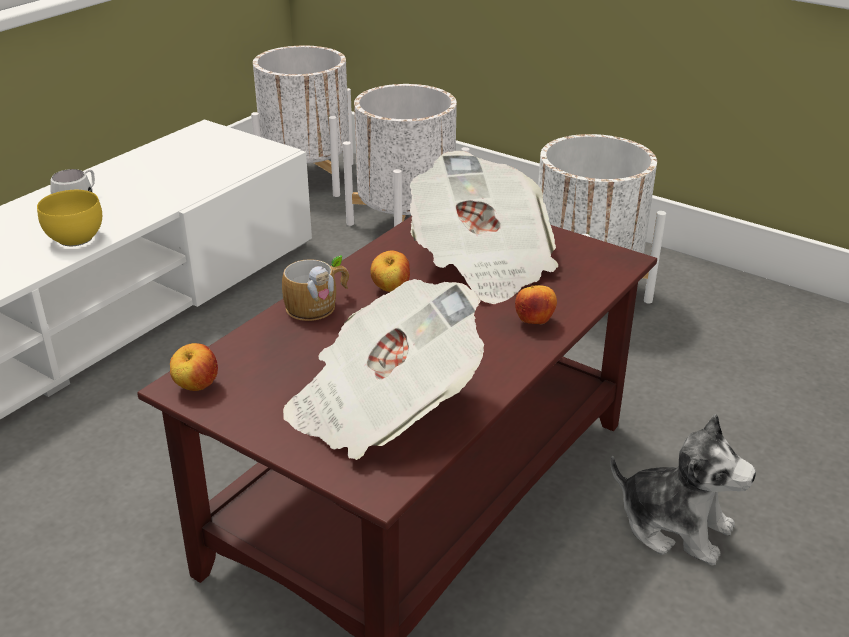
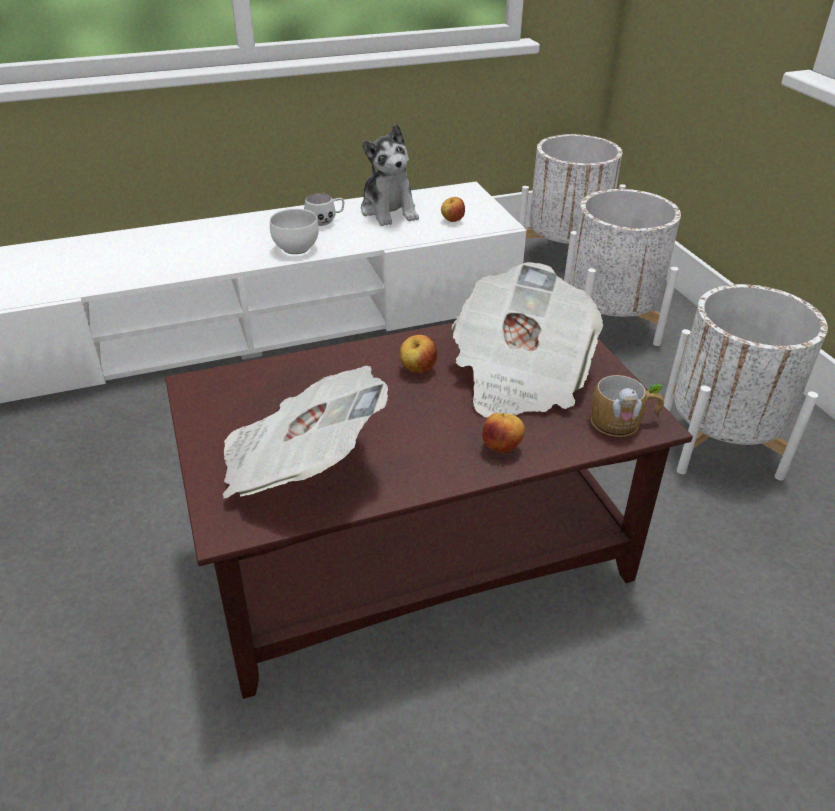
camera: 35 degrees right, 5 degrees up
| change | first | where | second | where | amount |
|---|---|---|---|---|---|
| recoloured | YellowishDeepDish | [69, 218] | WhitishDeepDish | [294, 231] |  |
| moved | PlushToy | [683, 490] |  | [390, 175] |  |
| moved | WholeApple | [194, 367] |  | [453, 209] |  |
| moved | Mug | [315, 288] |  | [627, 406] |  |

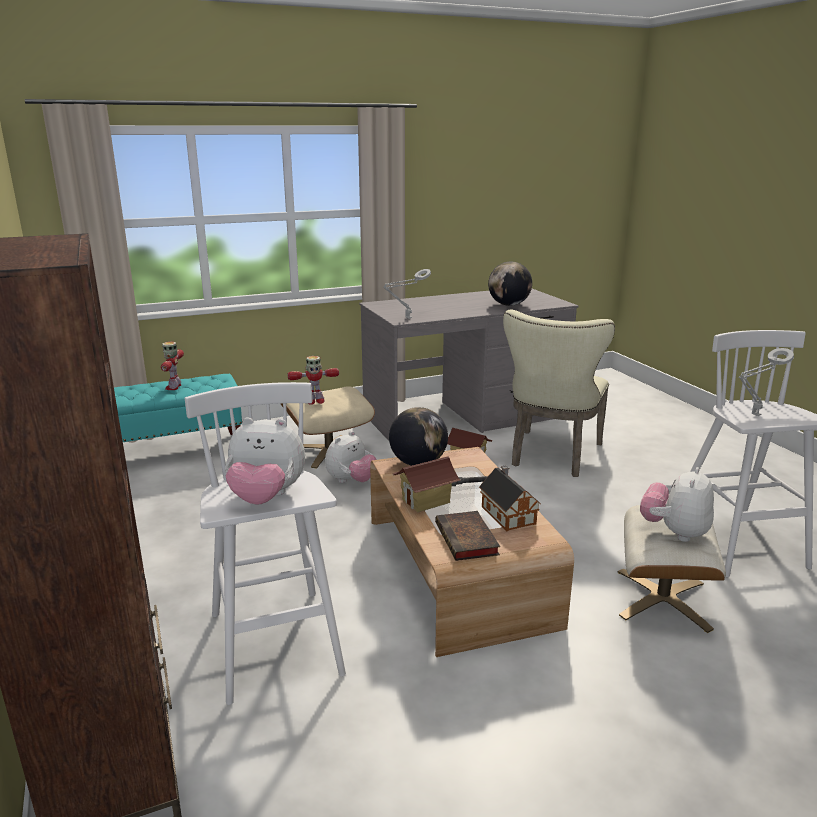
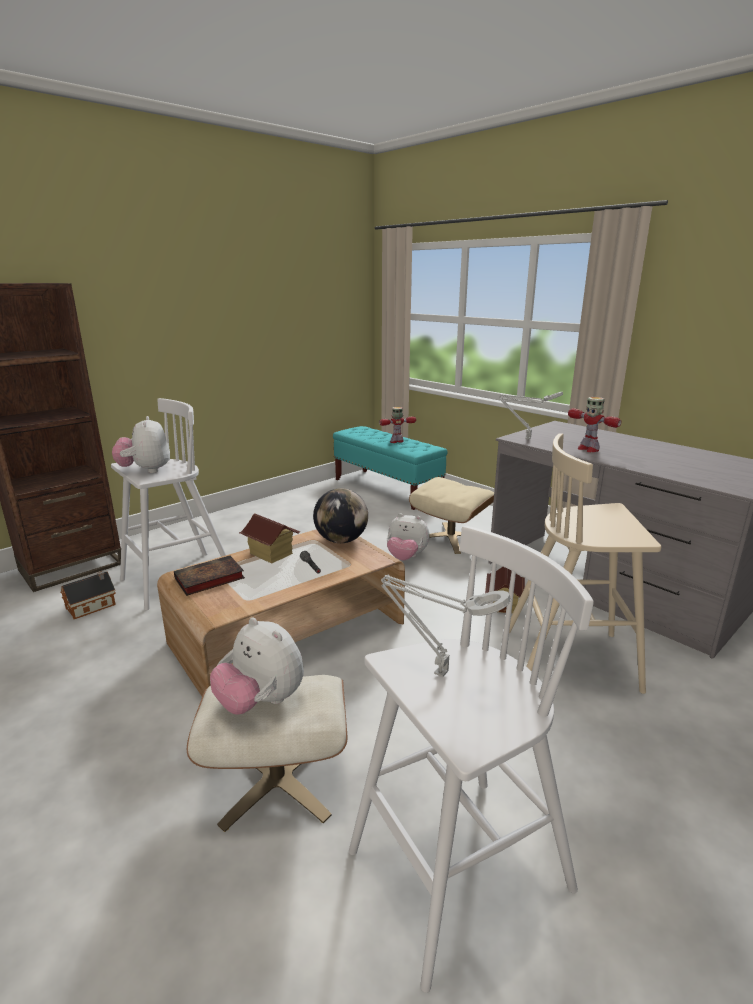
camera: 70 degrees right, 0 degrees up
| change | first | where | second | where | amount |
|---|---|---|---|---|---|
| moved | ToyHouse | [510, 498] |  | [88, 595] |  |
| turned | PlushToy | [677, 504] |  | [257, 666] | 150 degrees counterclockwise |
| replaced | SandColouredPlainChair | [559, 393] | SandColouredSittingStool | [585, 563] |  |
| moved | RobotFigure | [313, 380] |  | [594, 424] |  |
| removed | WorldGlobe | [510, 283] |  |  |  |

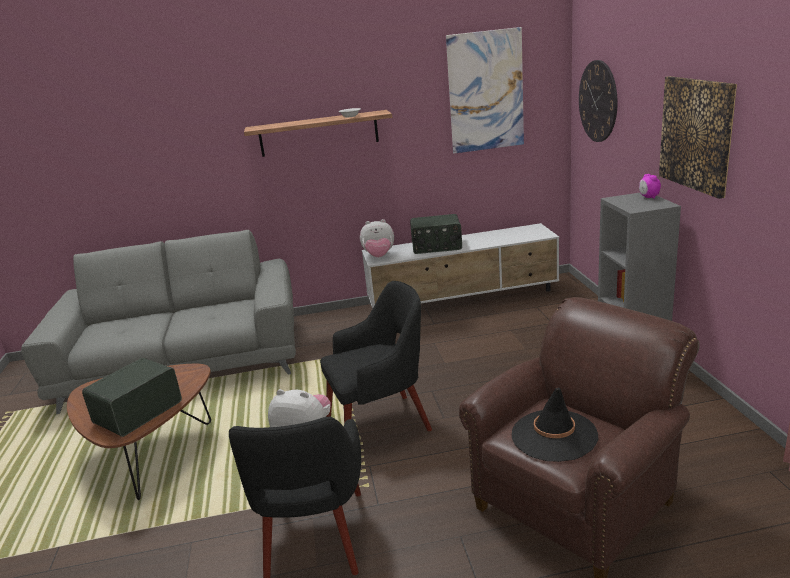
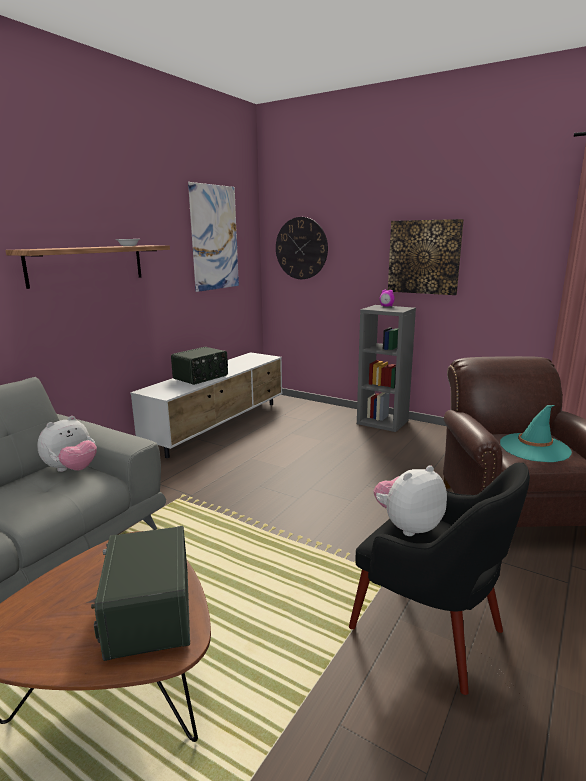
camera: 50 degrees left, 5 degrees down
| change | first | where | second | where | amount |
|---|---|---|---|---|---|
| moved | PlushToy | [377, 238] |  | [67, 444] |  |
| recoloured | BlackishClothingHat | [554, 425] | BlueGreenClothingHat | [536, 433] |  |
| removed | BlackishArmchair | [376, 356] |  |  |  |

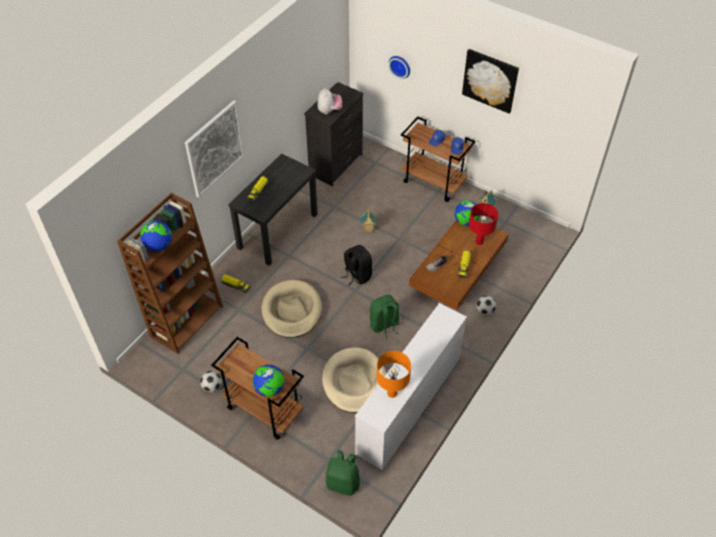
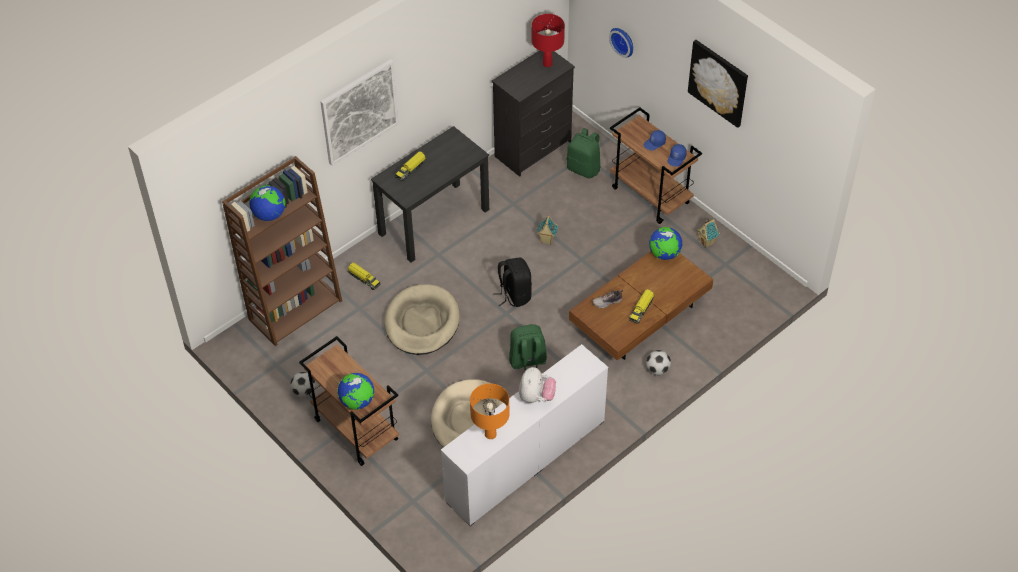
camera: 15 degrees right, 0 degrees up
| change | first | where | second | where | amount |
|---|---|---|---|---|---|
| moved | PlushToy | [329, 101] |  | [537, 385] |  |
| moved | RedTabletopLamp | [483, 224] |  | [548, 40] |  |
| moved | GreenColouredBackpack | [342, 473] |  | [584, 153] |  |

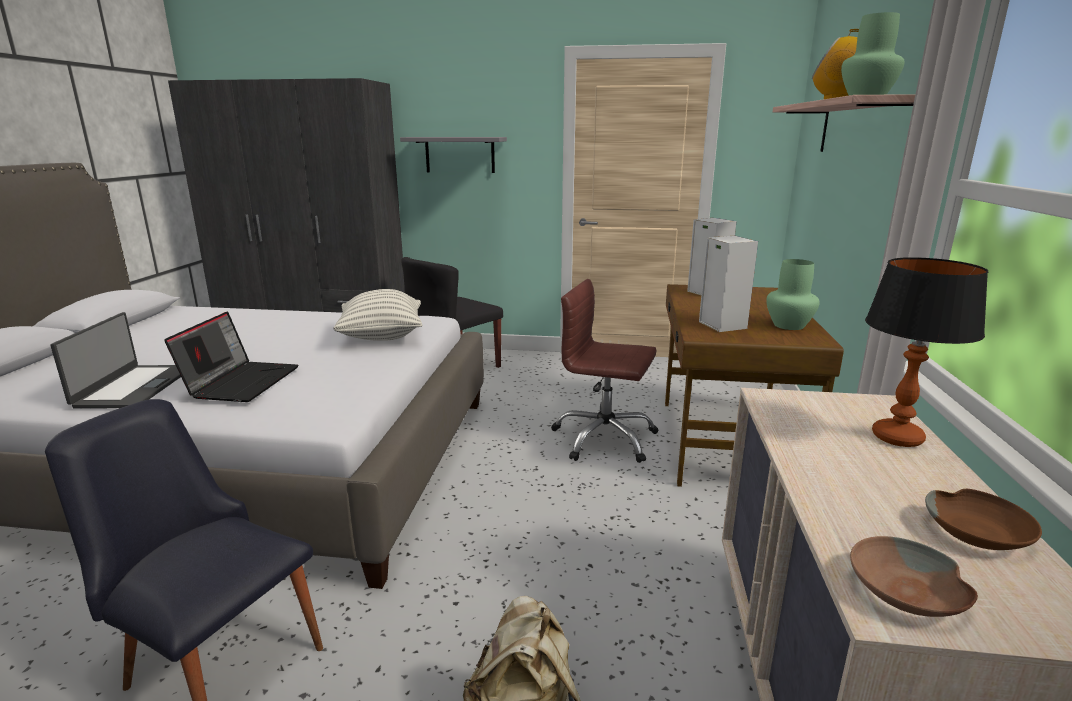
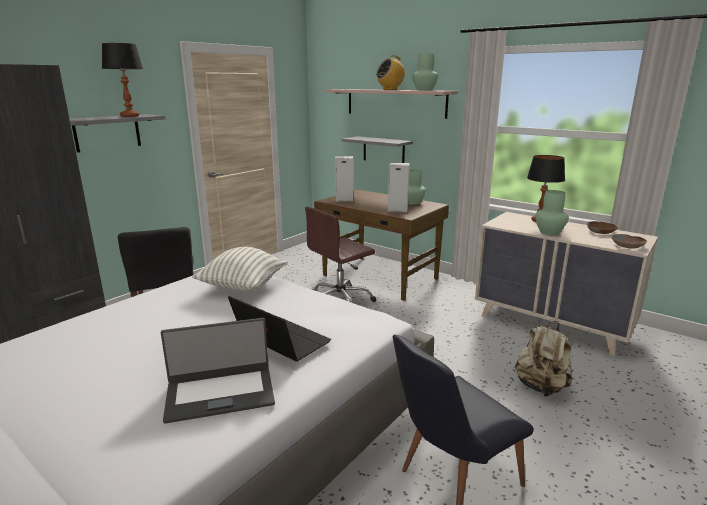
camera: 60 degrees left, 0 degrees up
| change | first | where | second | where | amount |
|---|---|---|---|---|---|
| added |  |  | TabletopLamp | [122, 80] |  |
| turned | Laptop | [115, 360] |  | [218, 370] | 135 degrees clockwise |
| added |  |  | GreyishWallShelf | [377, 149] |  |
| added |  |  | GreenColouredVase | [552, 212] |  |

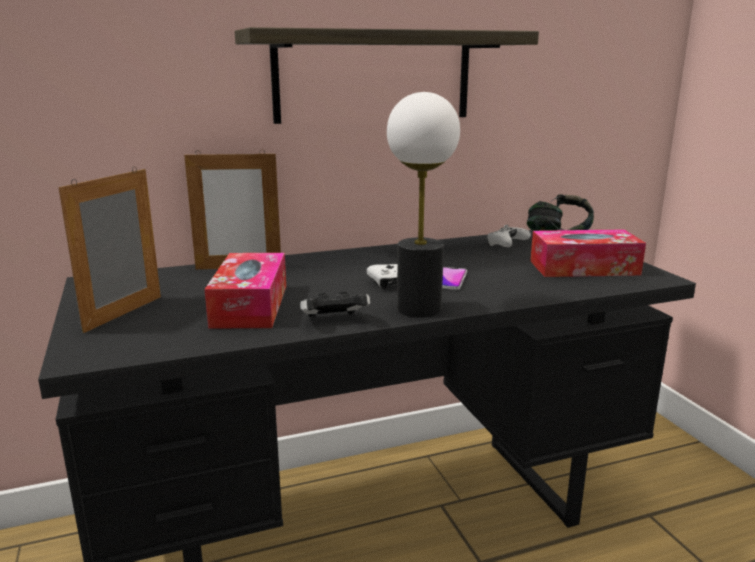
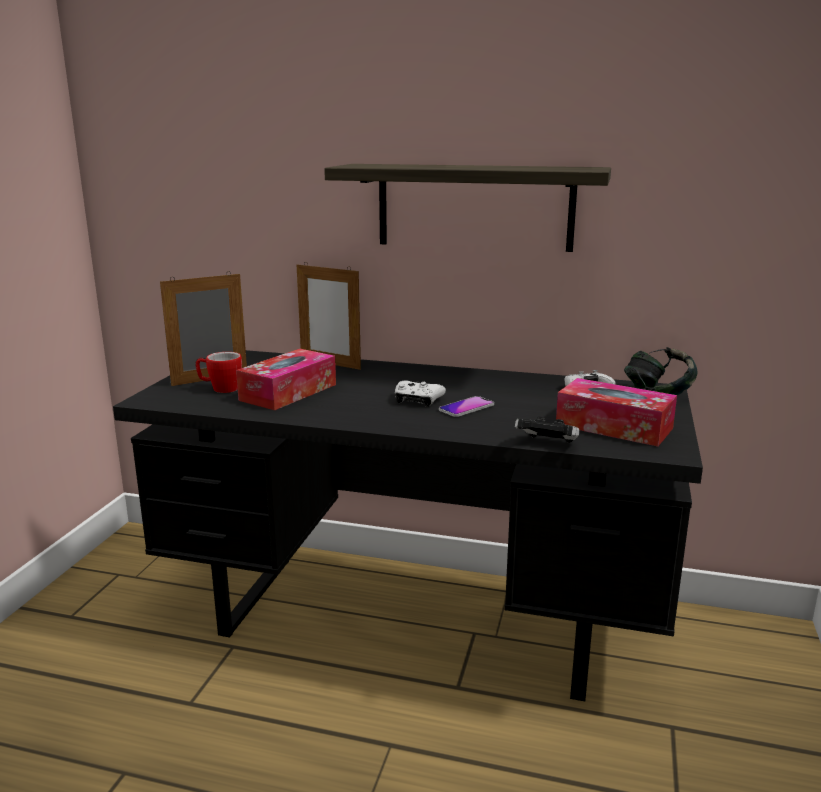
camera: 35 degrees right, 0 degrees up
| change | first | where | second | where | amount |
|---|---|---|---|---|---|
| added |  |  | Mug | [218, 372] |  |
| moved | Joypad | [335, 304] |  | [547, 430] |  |
| removed | TabletopLamp | [423, 205] |  |  |  |

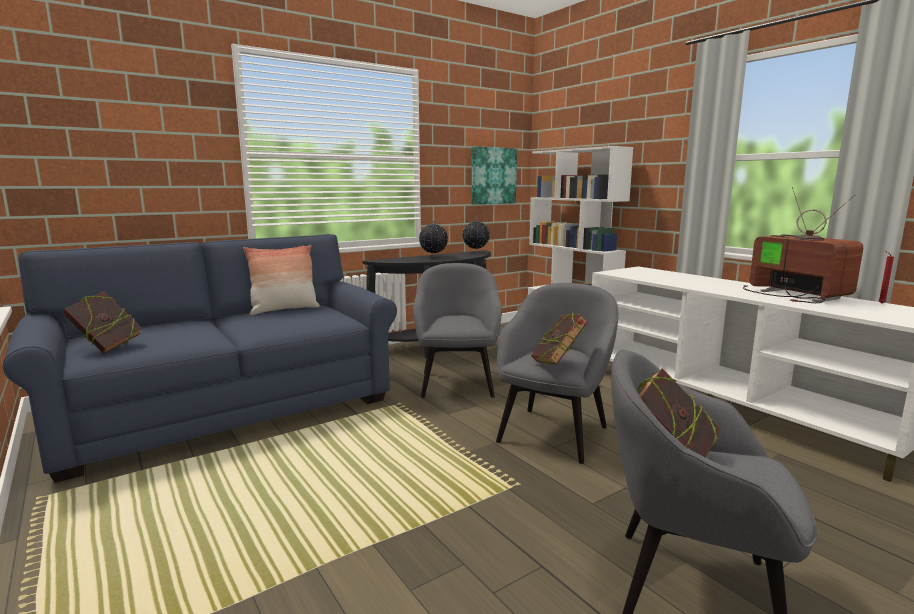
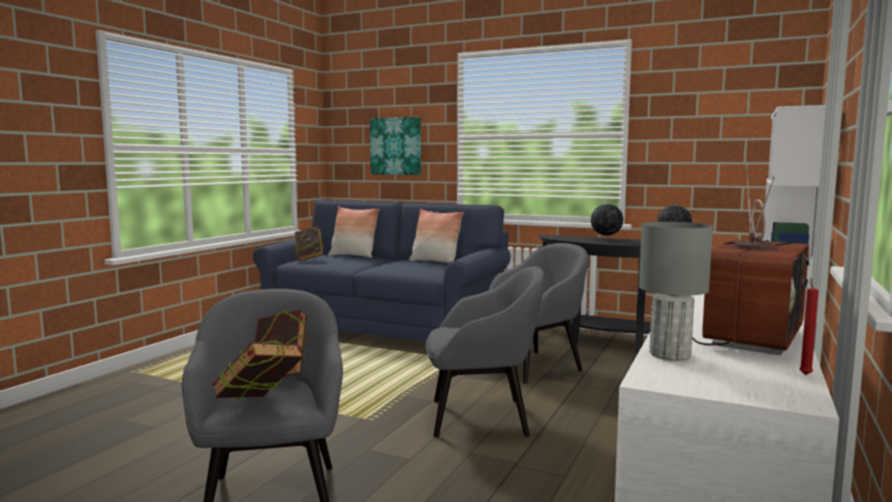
camera: 60 degrees right, 5 degrees down
| change | first | where | second | where | amount |
|---|---|---|---|---|---|
| moved | Volume | [559, 339] |  | [258, 369] |  |
| added |  |  | Cushion | [354, 232] |  |
| moved | WallArt | [494, 175] |  | [395, 146] |  |
| added |  |  | GreyishTabletopLamp | [676, 291] |  |

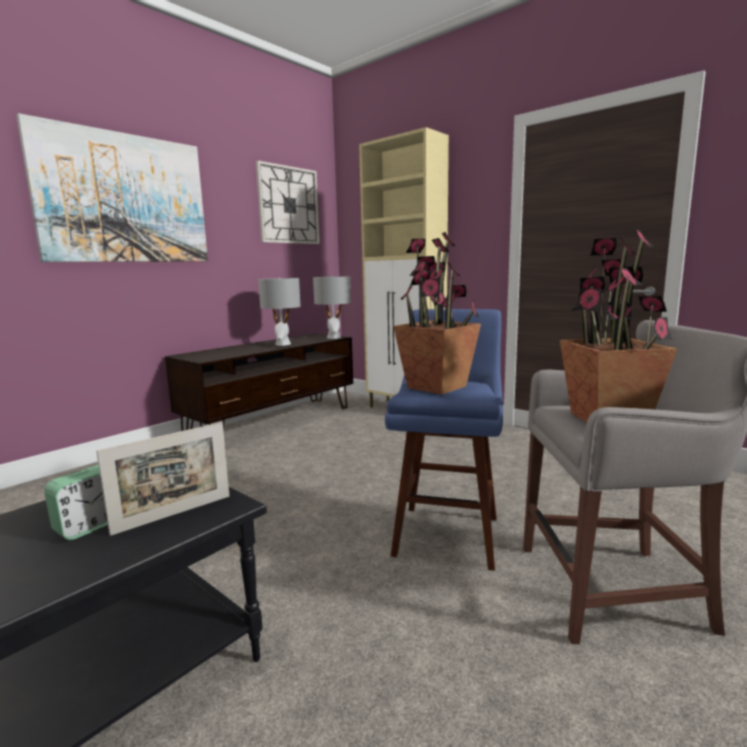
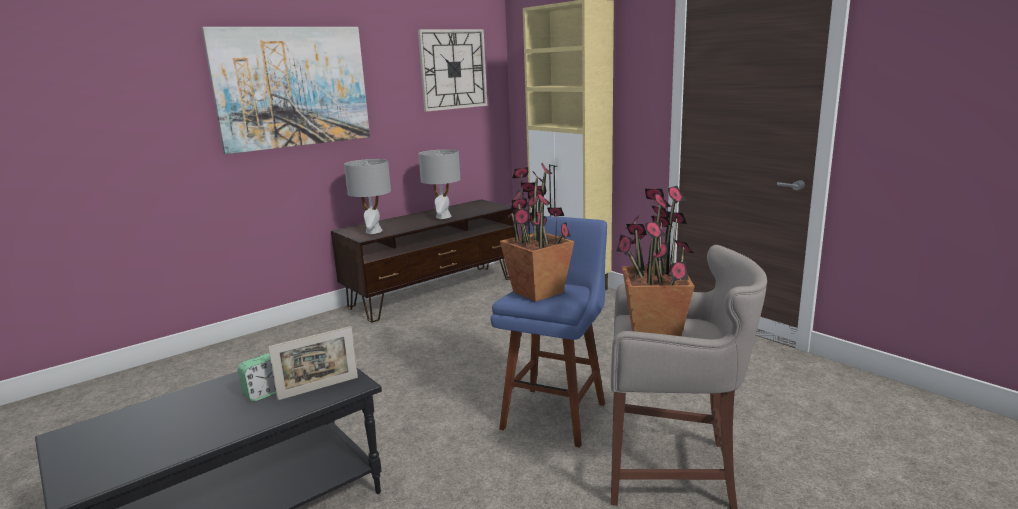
camera: 10 degrees right, 5 degrees up
| change | first | where | second | where | amount |
|---|---|---|---|---|---|
| moved | GreyishTabletopLamp | [332, 307] |  | [367, 196] |  |

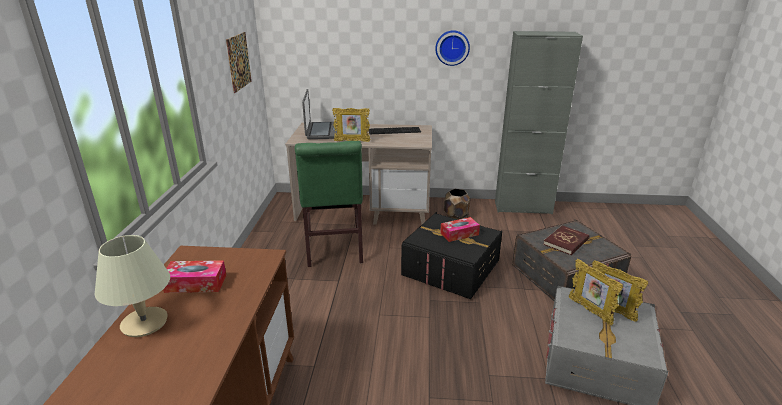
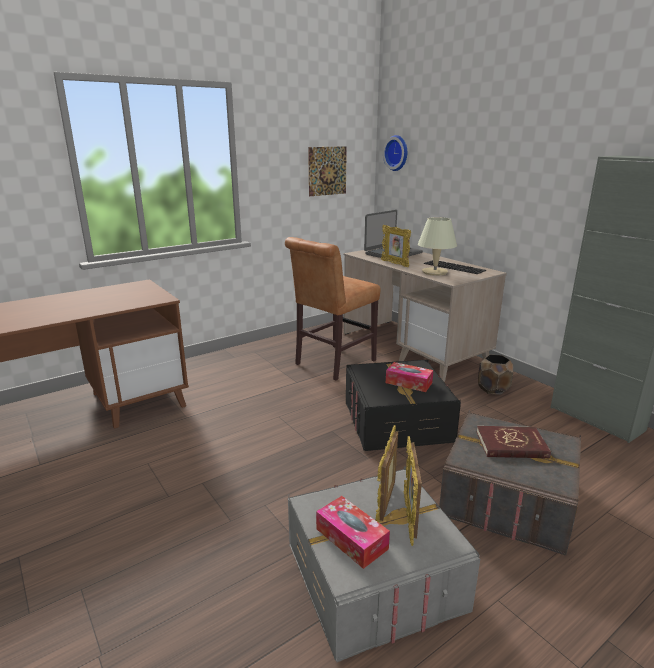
camera: 50 degrees right, 5 degrees down
| change | first | where | second | where | amount |
|---|---|---|---|---|---|
| recoloured | GreenColouredPlainChair | [329, 204] | BrownColouredPlainChair | [332, 309] |  |
| moved | TissueHolder | [194, 276] |  | [353, 532] |  |
| moved | WallClock | [452, 48] |  | [395, 153] |  |
| moved | SandColouredTabletopLamp | [132, 286] |  | [437, 246] |  |

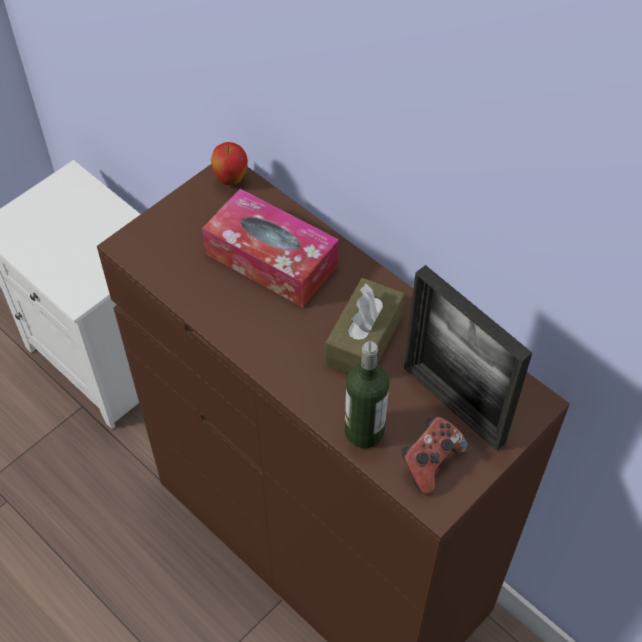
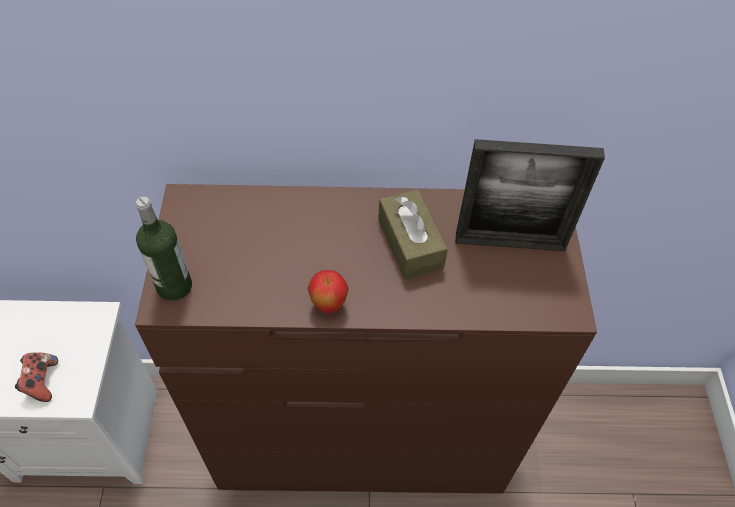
camera: 45 degrees left, 0 degrees up
| change | first | where | second | where | amount |
|---|---|---|---|---|---|
| moved | Joypad | [434, 456] |  | [36, 377] |  |
| moved | DrinkBottle | [366, 394] |  | [164, 248] |  |
| moved | WholeApple | [229, 163] |  | [328, 292] |  |
| removed | TissueHolder | [270, 248] |  |  |  |

